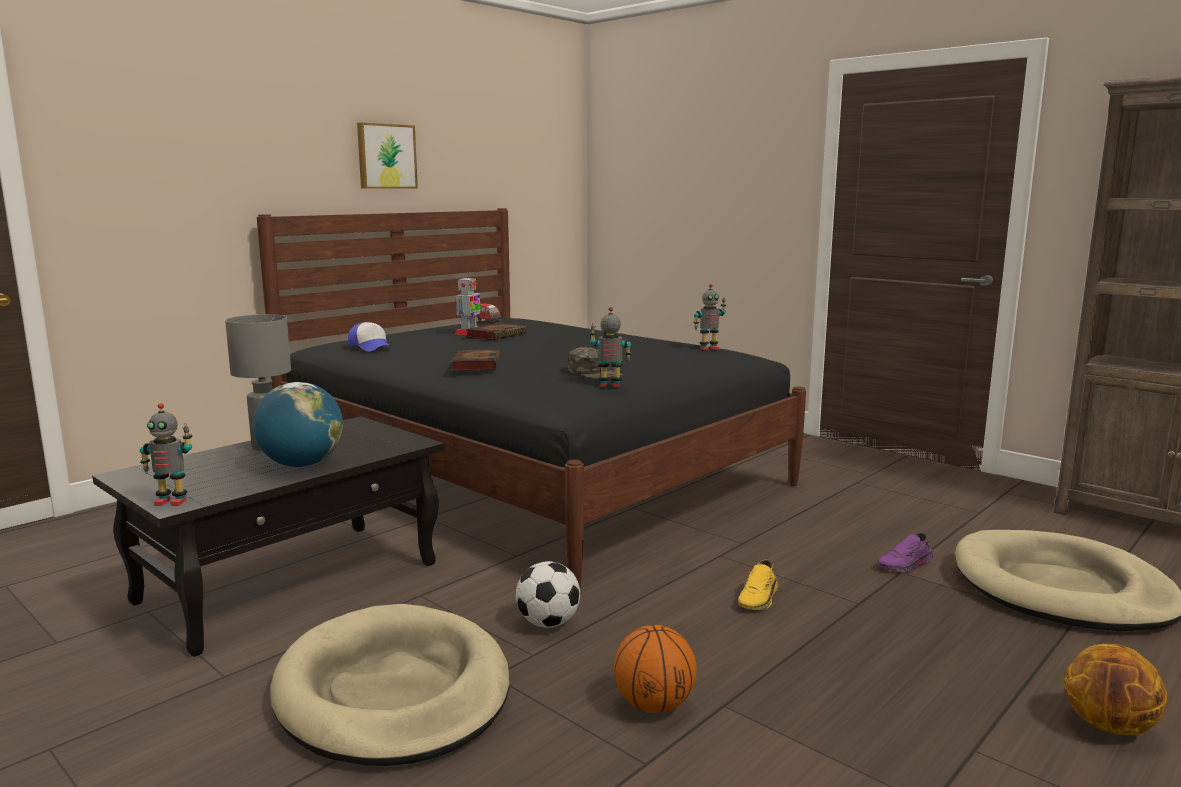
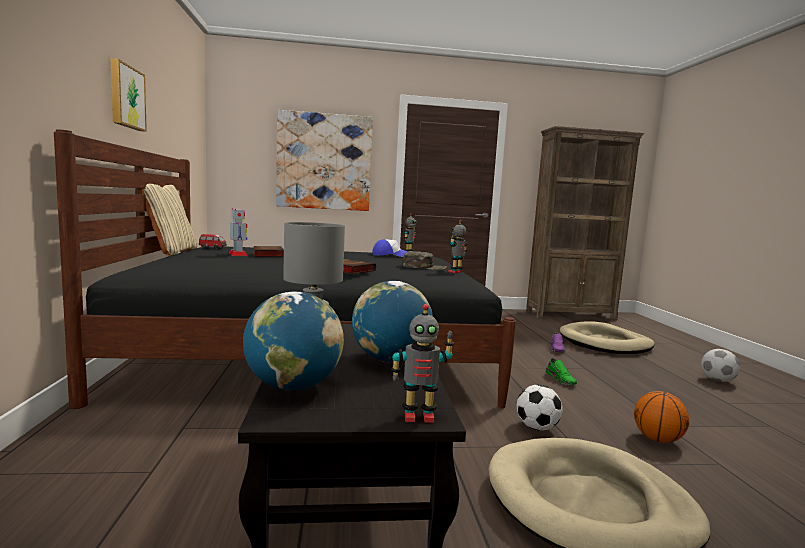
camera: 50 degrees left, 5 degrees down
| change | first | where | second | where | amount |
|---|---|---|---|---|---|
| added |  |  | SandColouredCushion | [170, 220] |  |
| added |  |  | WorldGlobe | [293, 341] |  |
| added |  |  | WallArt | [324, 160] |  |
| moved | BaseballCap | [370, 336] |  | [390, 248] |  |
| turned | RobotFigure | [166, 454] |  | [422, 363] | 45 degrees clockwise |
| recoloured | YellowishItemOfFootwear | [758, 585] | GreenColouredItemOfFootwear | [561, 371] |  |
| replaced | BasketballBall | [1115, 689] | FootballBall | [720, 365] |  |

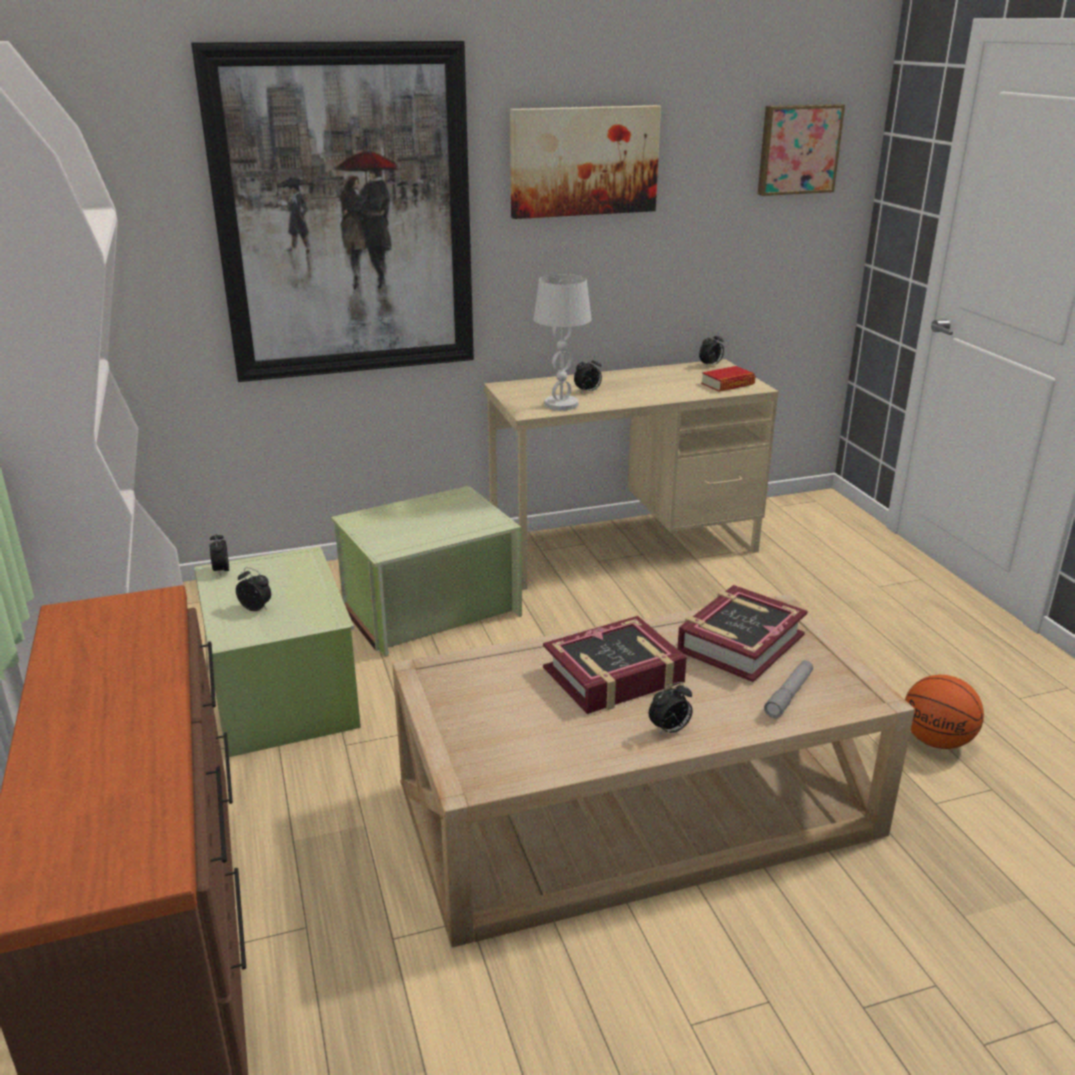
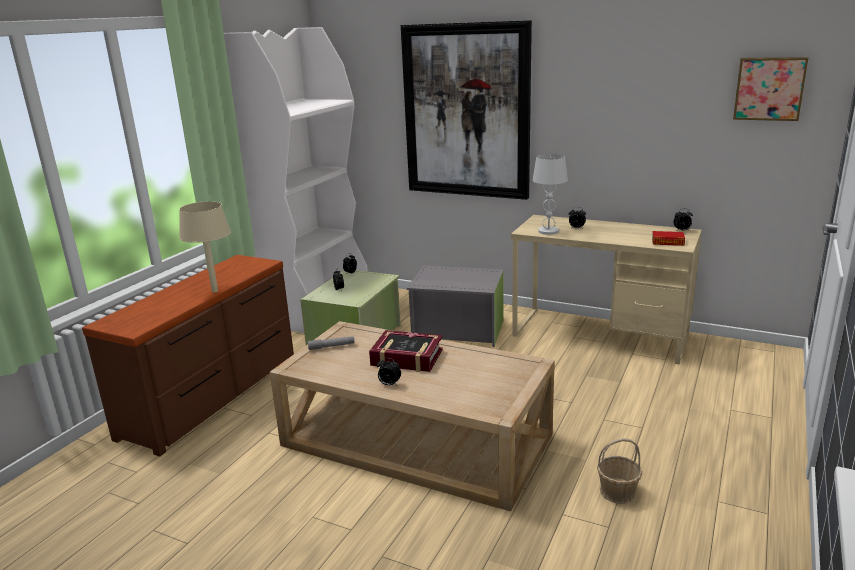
camera: 45 degrees right, 5 degrees down
| change | first | where | second | where | amount |
|---|---|---|---|---|---|
| added |  |  | SandColouredTabletopLamp | [205, 246] |  |
| moved | GreyishTorch | [788, 689] |  | [331, 343] |  |
| recoloured | GreenColouredStorageContainer | [426, 571] | GreyishStorageContainer | [455, 306] |  |
| replaced | BasketballBall | [944, 712] | StorageBasket | [619, 471] |  |
| removed | WallArt | [585, 162] |  |  |  |
| removed | Volume | [742, 633] |  |  |  |

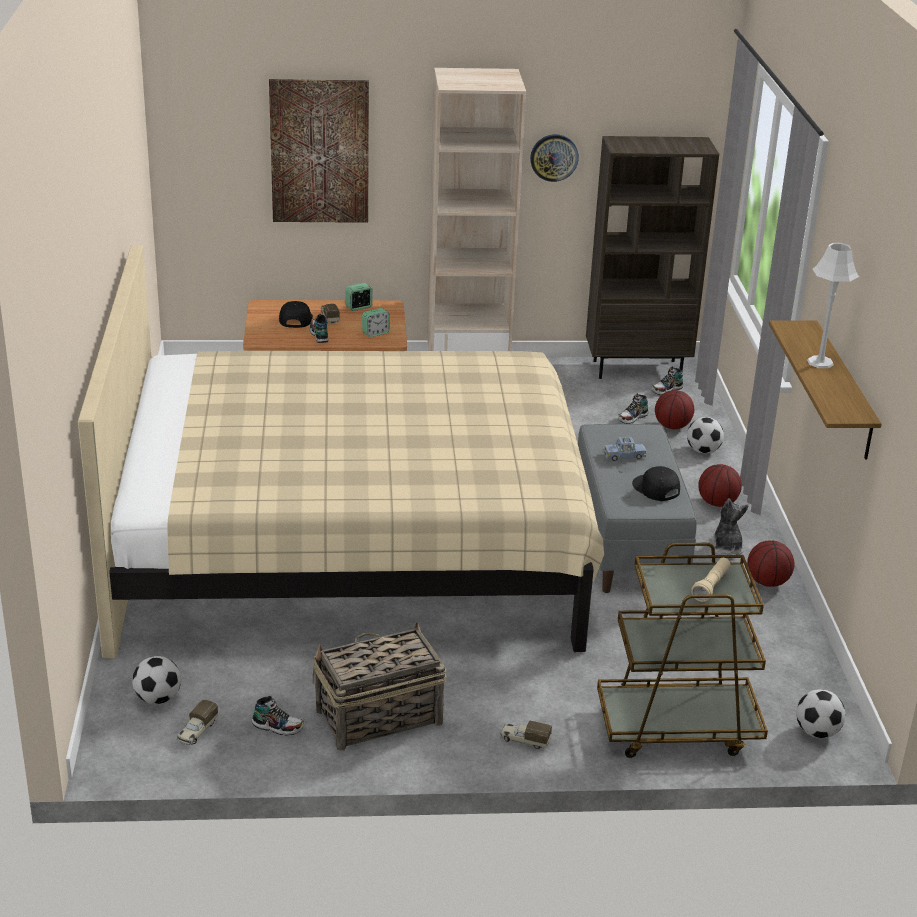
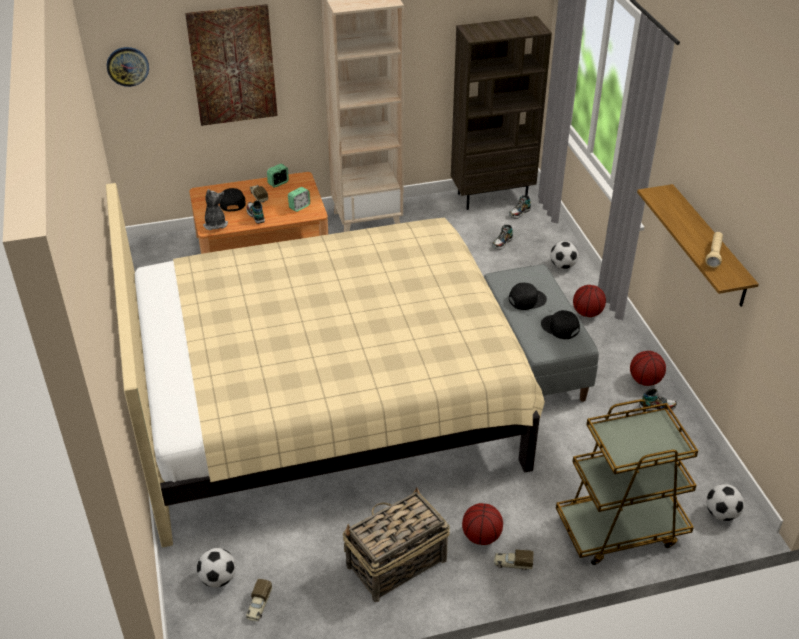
camera: 10 degrees left, 10 degrees up
| change | first | where | second | where | amount |
|---|---|---|---|---|---|
| moved | WallClock | [554, 158] |  | [128, 67] |  |
| moved | PlushToy | [729, 527] |  | [215, 209] |  |
| moved | BasketballBall | [674, 409] |  | [482, 524] |  |
| replaced | BluishToyCar | [624, 449] | BlackishBaseballCap | [528, 296] |  |
| moved | ItemOfFootwear | [278, 716] |  | [658, 400] |  |
| moved | SandColouredTorch | [710, 580] |  | [714, 250] |  |
| removed | WhitishTabletopLamp | [833, 305] |  |  |  |

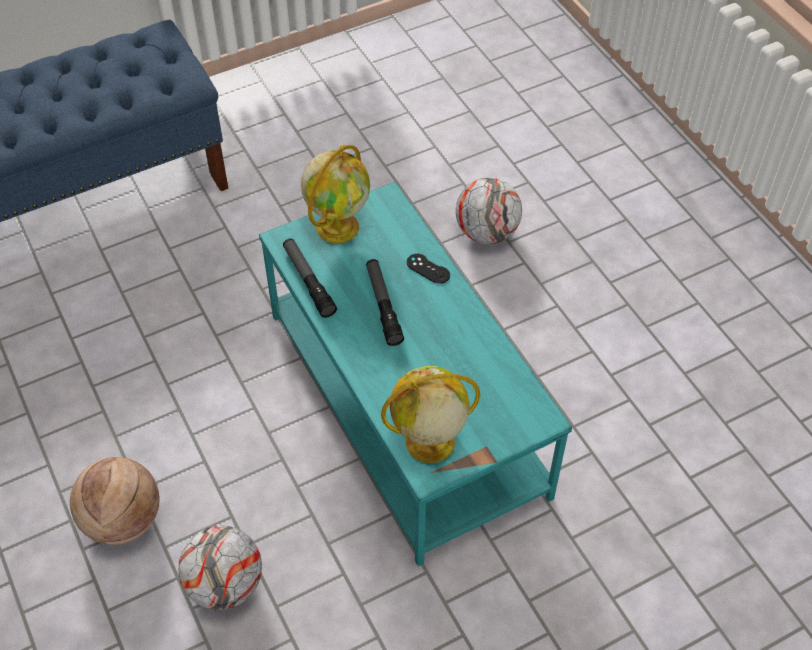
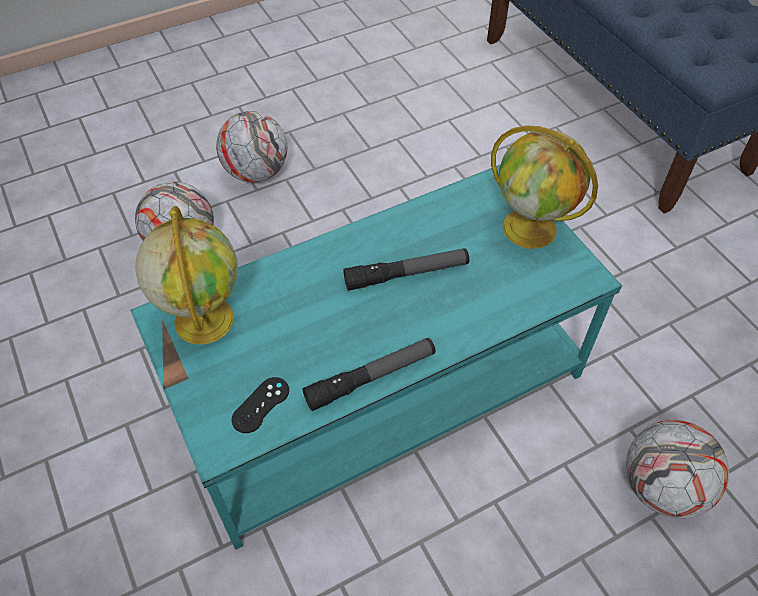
camera: 90 degrees right, 0 degrees up
| change | first | where | second | where | amount |
|---|---|---|---|---|---|
| replaced | BasketballBall | [114, 501] | FootballBall | [251, 147] |  |
| moved | BlackishJoypad | [428, 269] |  | [260, 405] |  |
| moved | Torch | [310, 278] |  | [369, 374] |  |

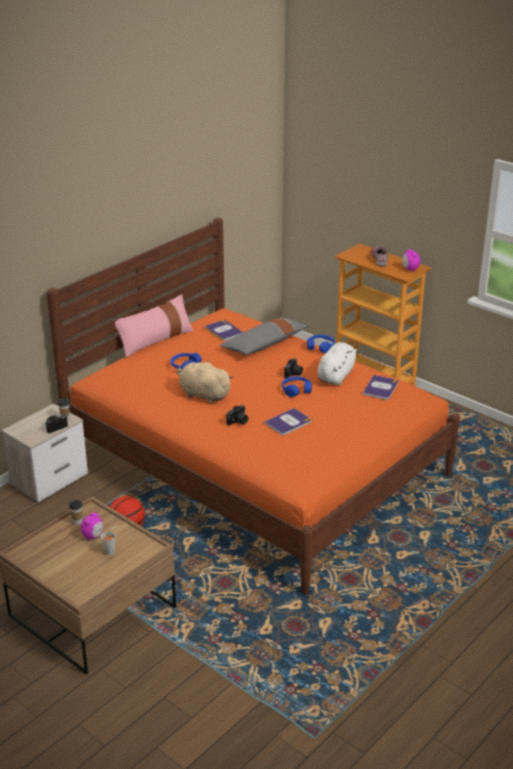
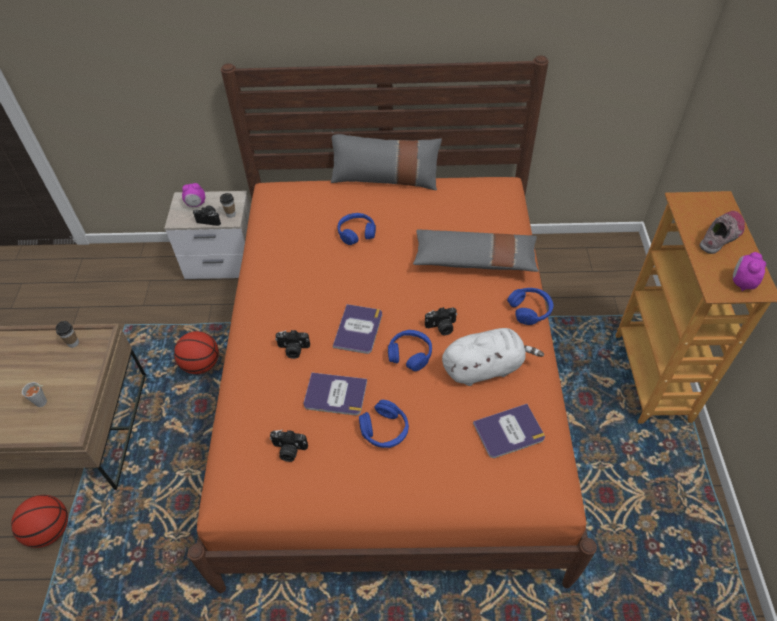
camera: 50 degrees right, 20 degrees up
| change | first | where | second | where | amount |
|---|---|---|---|---|---|
| added |  |  | BasketballBall | [39, 521] |  |
| moved | BedsideClock | [92, 527] |  | [193, 195] |  |
| added |  |  | PhotoCamera | [289, 445] |  |
| recoloured | PinkColouredCushion | [153, 326] | GreyishCushion | [386, 160] |  |
| moved | Volume | [223, 330] |  | [357, 329] |  |
| added |  |  | BluishHeadset | [384, 424] |  |
| removed | SandColouredPlushToy | [205, 381] |  |  |  |

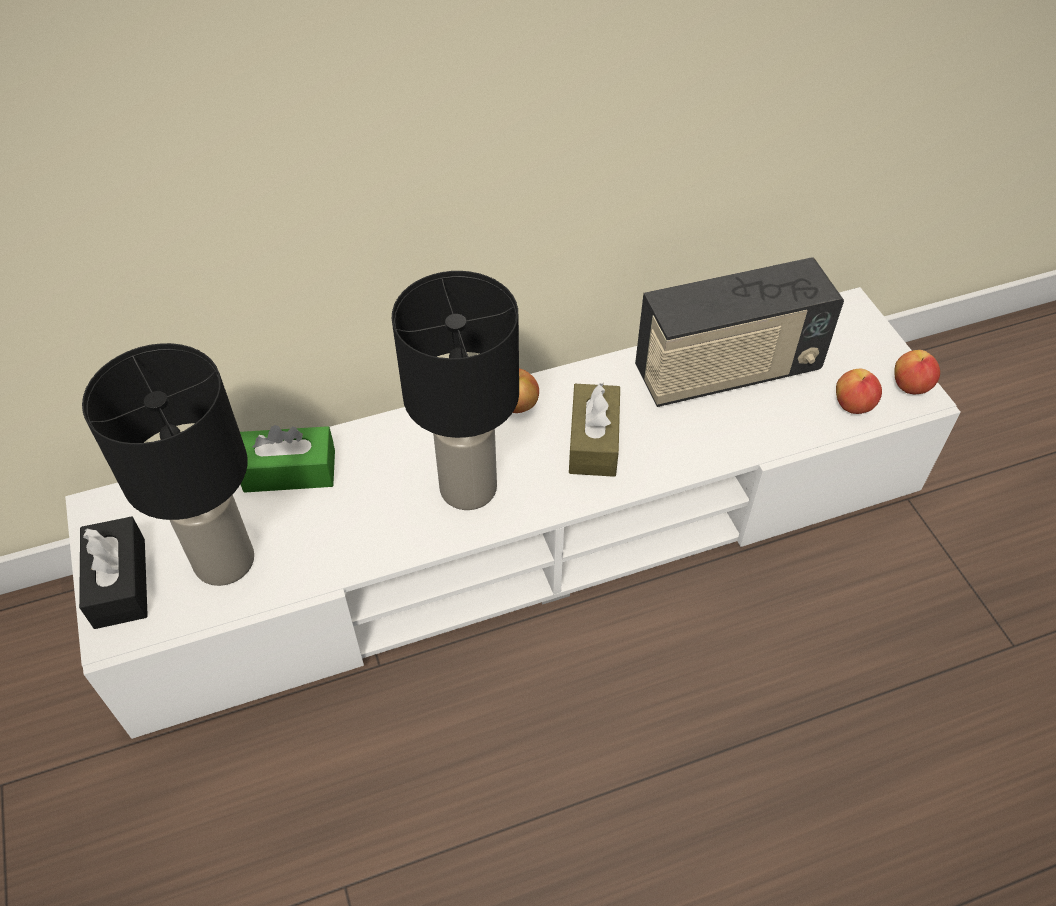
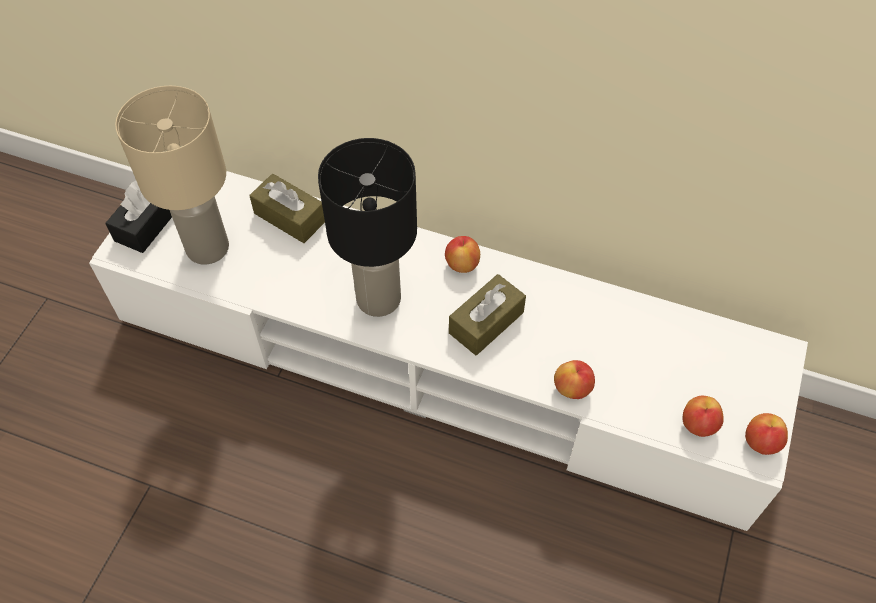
camera: 40 degrees right, 5 degrees up
| change | first | where | second | where | amount |
|---|---|---|---|---|---|
| recoloured | BlackishTabletopLamp | [168, 464] | SandColouredTabletopLamp | [172, 175] |  |
| recoloured | GreenColouredTissueHolder | [287, 459] | BrownColouredTissueHolder | [287, 208] |  |
| added |  |  | WholeApple | [574, 379] |  |
| removed | Radio | [739, 332] |  |  |  |

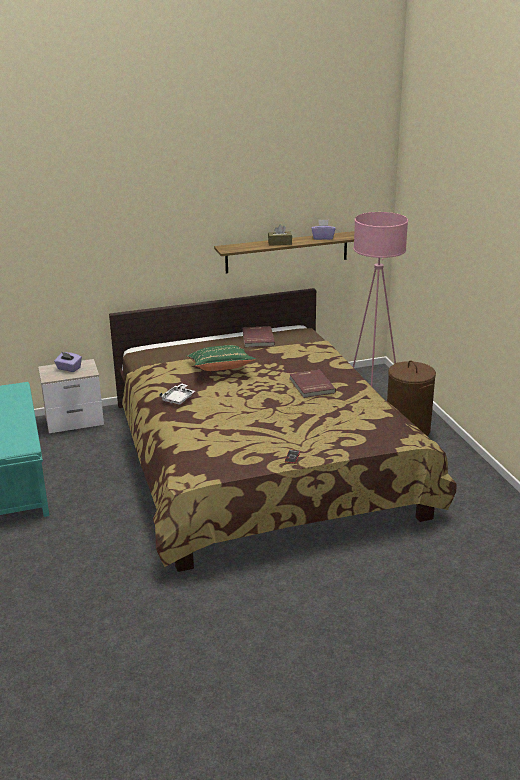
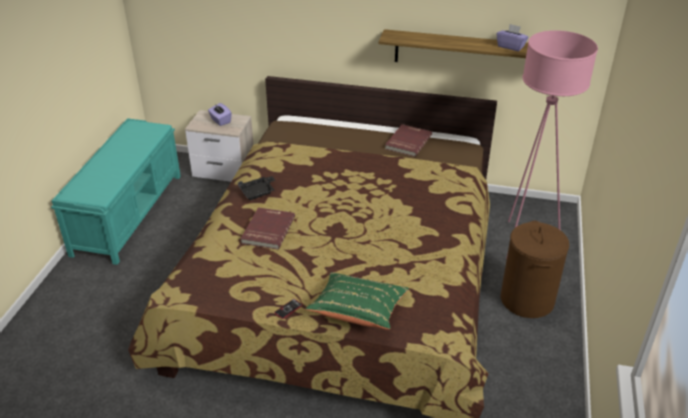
camera: 30 degrees right, 10 degrees up
| change | first | where | second | where | amount |
|---|---|---|---|---|---|
| recoloured | WhitishTray | [177, 393] | BlackishTray | [257, 188] |  |
| moved | RedVolume | [312, 384] |  | [268, 228] |  |
| moved | GreenColouredCushion | [221, 358] |  | [357, 300] |  |
| removed | BrownColouredTissueHolder | [280, 235] |  |  |  |

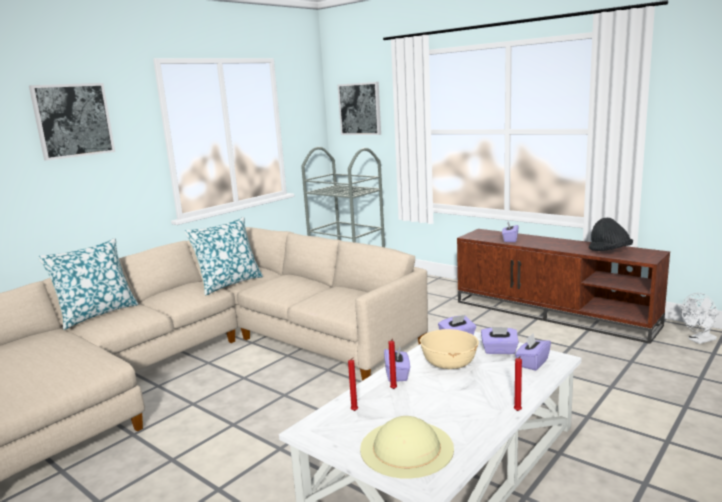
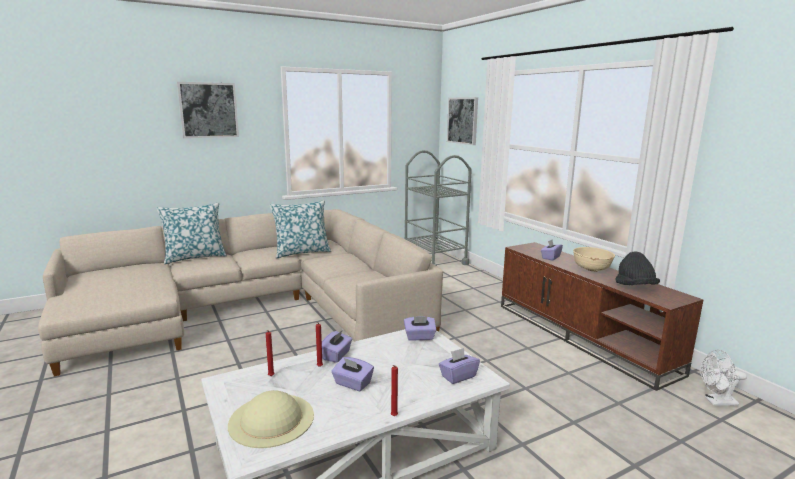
camera: 20 degrees right, 0 degrees up
| change | first | where | second | where | amount |
|---|---|---|---|---|---|
| moved | PurpleTissueHolder | [500, 340] |  | [352, 374] |  |
| moved | SandColouredDeepDish | [449, 349] |  | [594, 259] |  |

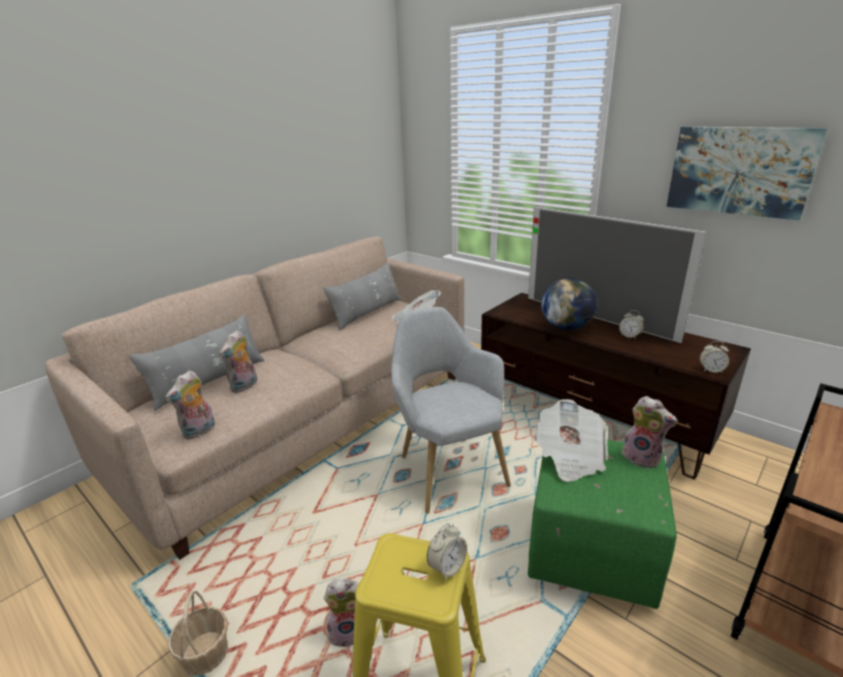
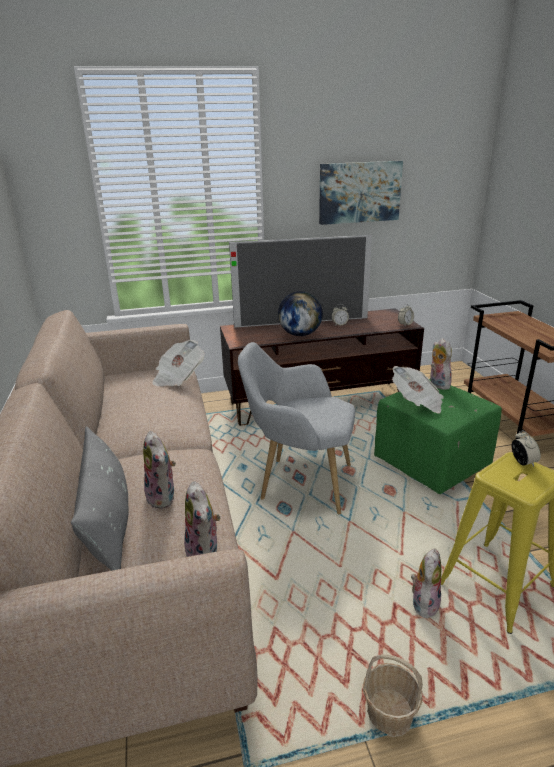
camera: 55 degrees left, 0 degrees up
| change | first | where | second | where | amount |
|---|---|---|---|---|---|
| turned | PlushToy | [650, 432] |  | [441, 363] | 90 degrees counterclockwise |
| removed | GreyishCushion | [362, 296] |  |  |  |

